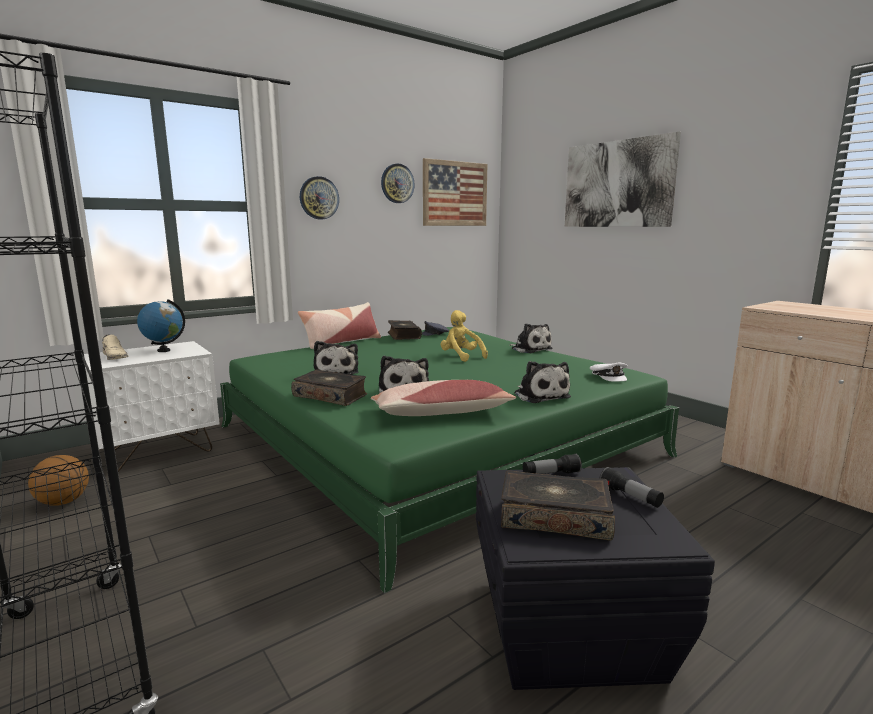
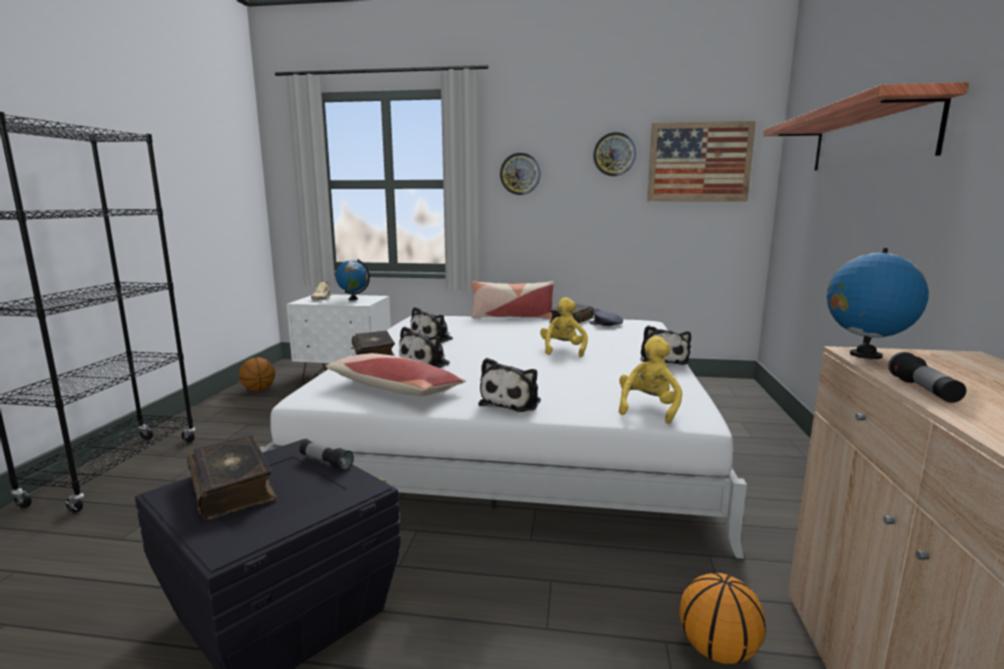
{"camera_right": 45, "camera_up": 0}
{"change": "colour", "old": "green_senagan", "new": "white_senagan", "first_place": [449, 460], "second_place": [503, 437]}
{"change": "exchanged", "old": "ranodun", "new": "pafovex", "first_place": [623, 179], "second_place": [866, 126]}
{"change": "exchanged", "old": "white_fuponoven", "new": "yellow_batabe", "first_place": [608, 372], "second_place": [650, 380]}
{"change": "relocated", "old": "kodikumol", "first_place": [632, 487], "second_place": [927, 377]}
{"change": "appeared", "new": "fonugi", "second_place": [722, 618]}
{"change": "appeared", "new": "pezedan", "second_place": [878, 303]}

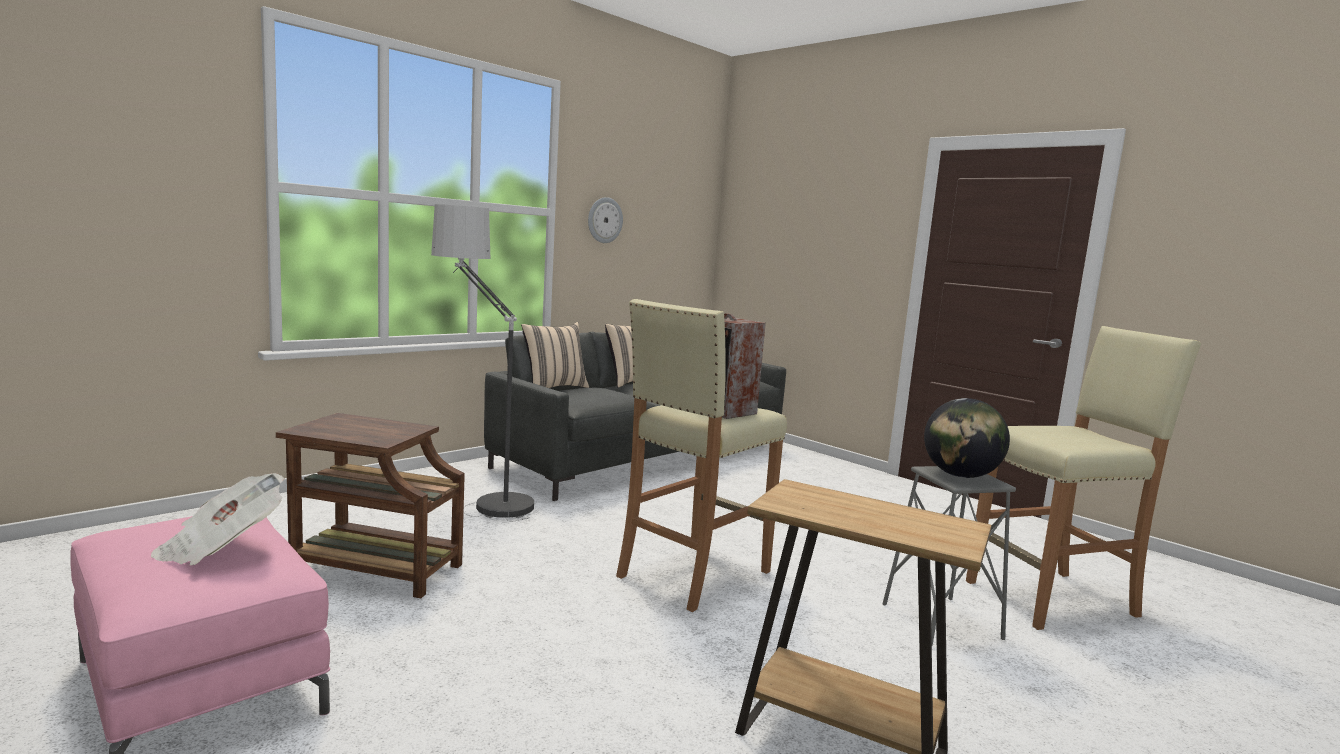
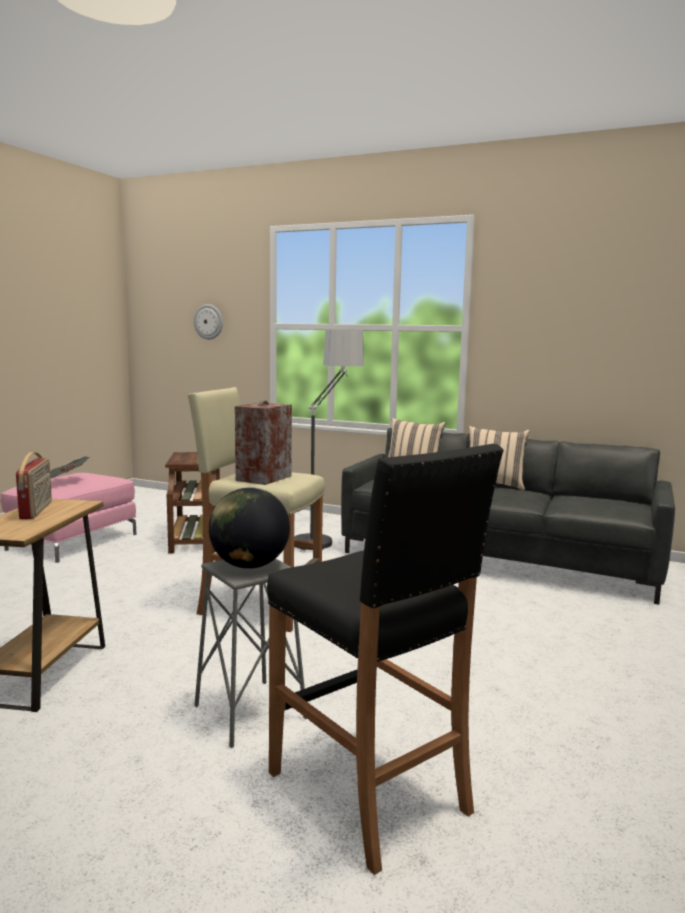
{"camera_right": 70, "camera_up": 0}
{"change": "relocated", "old": "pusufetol", "first_place": [605, 220], "second_place": [208, 322]}
{"change": "colour", "old": "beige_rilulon", "new": "black_rilulon", "first_place": [1083, 478], "second_place": [385, 659]}
{"change": "appeared", "new": "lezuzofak", "second_place": [34, 485]}

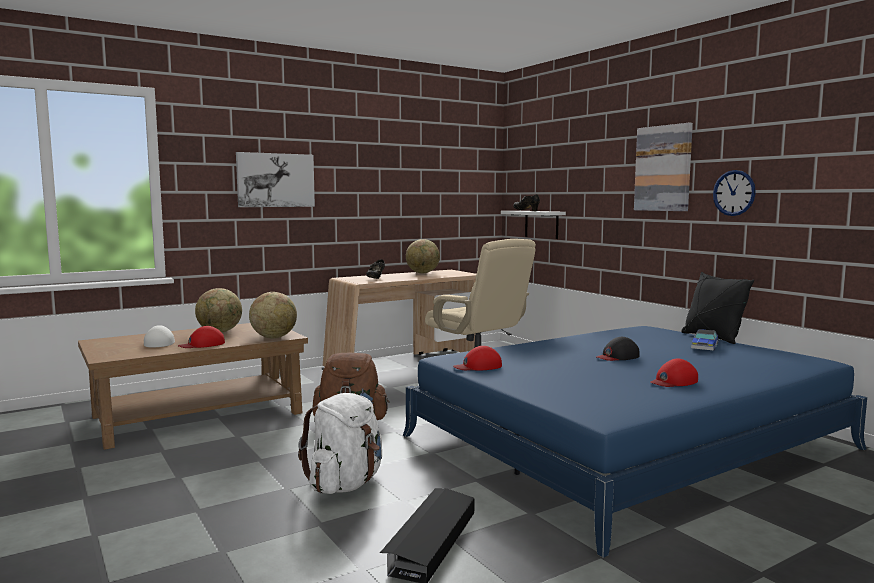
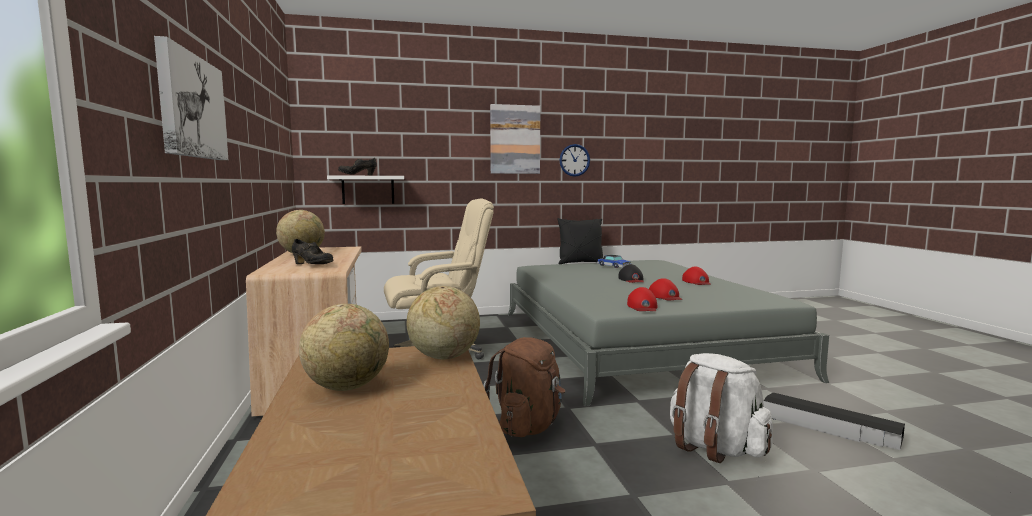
{"camera_right": -70, "camera_up": 0}
{"change": "missing", "old": "white_fuponoven", "first_place": [159, 336]}
{"change": "relocated", "old": "red_fuponoven", "first_place": [201, 337], "second_place": [665, 289]}
{"change": "colour", "old": "blue_senagan", "new": "grey_senagan", "first_place": [635, 442], "second_place": [668, 333]}

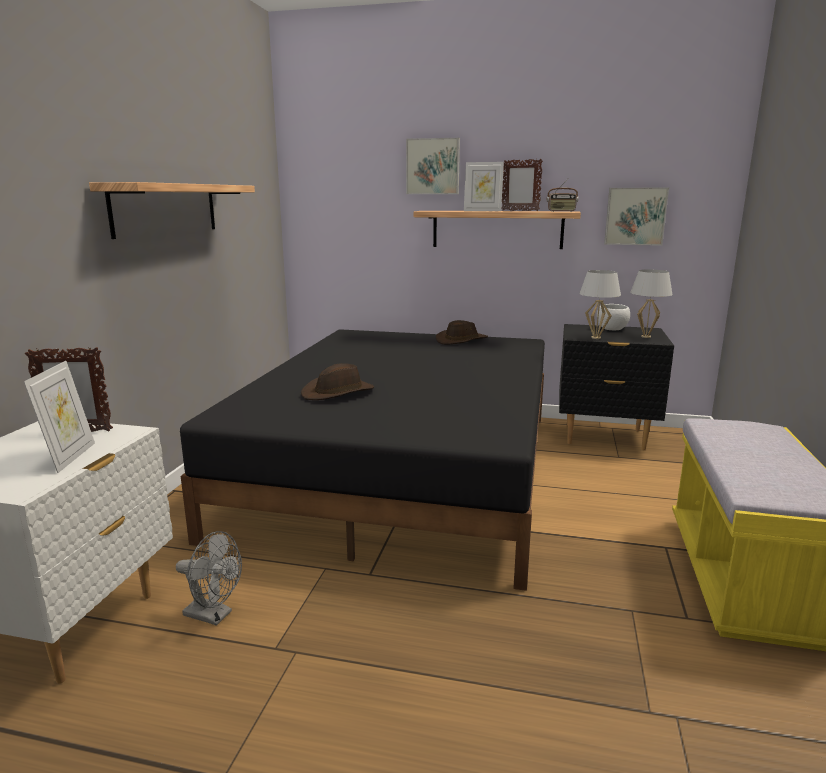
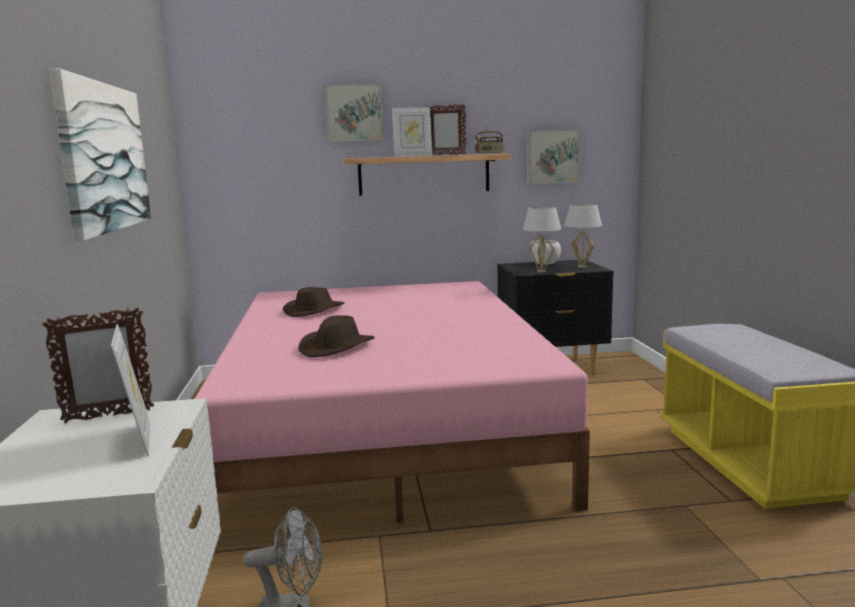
{"camera_right": -20, "camera_up": -5}
{"change": "exchanged", "old": "pafovex", "new": "ranodun", "first_place": [172, 210], "second_place": [100, 154]}
{"change": "colour", "old": "black_senagan", "new": "pink_senagan", "first_place": [362, 460], "second_place": [392, 402]}
{"change": "relocated", "old": "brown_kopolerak", "first_place": [462, 332], "second_place": [314, 302]}

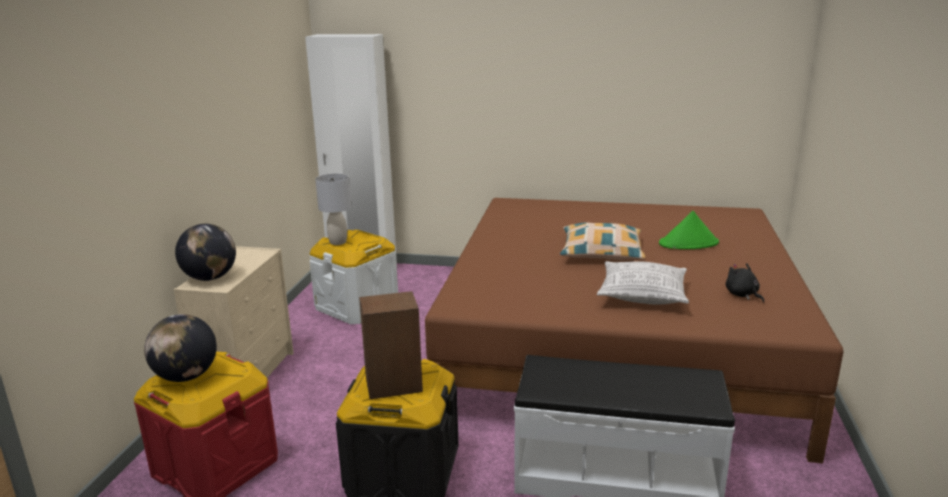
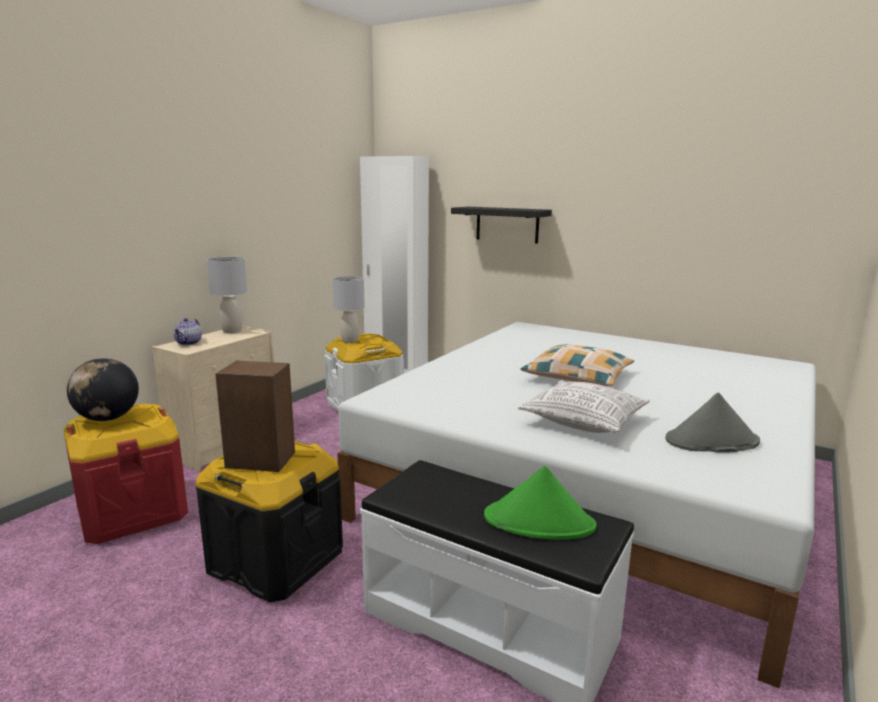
{"camera_right": 20, "camera_up": -5}
{"change": "exchanged", "old": "pezedan", "new": "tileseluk", "first_place": [205, 252], "second_place": [187, 332]}
{"change": "colour", "old": "brown_senagan", "new": "white_senagan", "first_place": [634, 330], "second_place": [576, 505]}
{"change": "relocated", "old": "green_kopolerak", "first_place": [689, 230], "second_place": [540, 503]}
{"change": "exchanged", "old": "black_batabe", "new": "grey_kopolerak", "first_place": [745, 283], "second_place": [712, 423]}
{"change": "appeared", "new": "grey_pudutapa", "second_place": [227, 295]}
{"change": "appeared", "new": "black_pafovex", "second_place": [501, 225]}

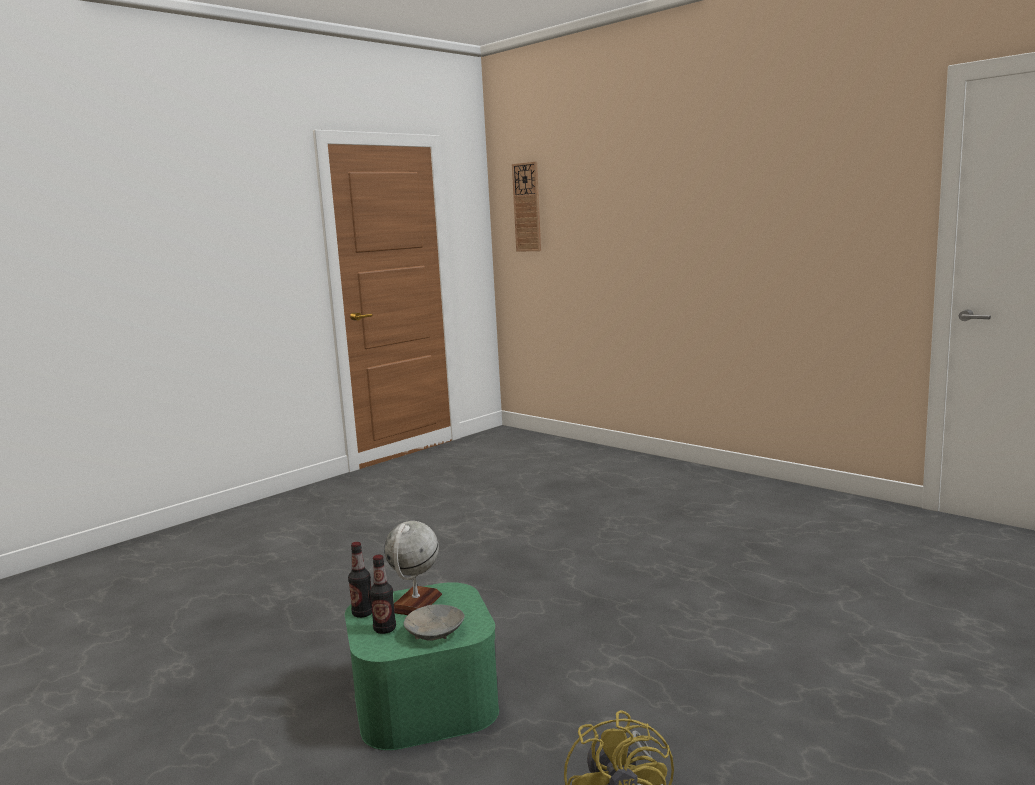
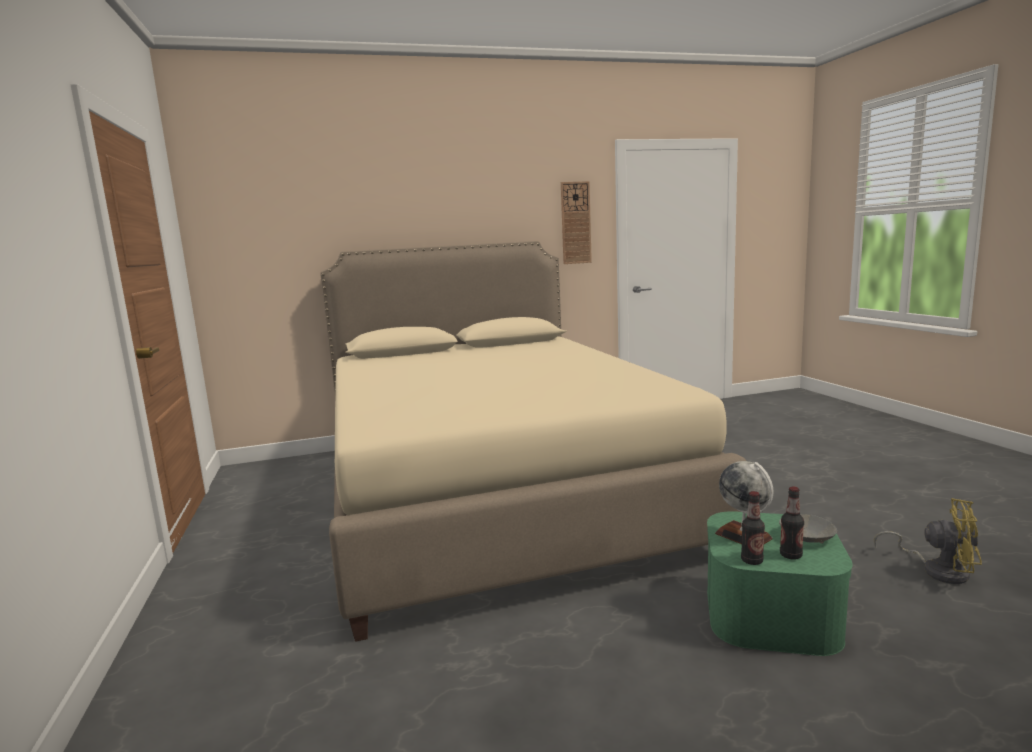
{"camera_right": -60, "camera_up": 0}
{"change": "relocated", "old": "pusufetol", "first_place": [526, 206], "second_place": [576, 222]}
{"change": "appeared", "new": "beige_senagan", "second_place": [533, 441]}

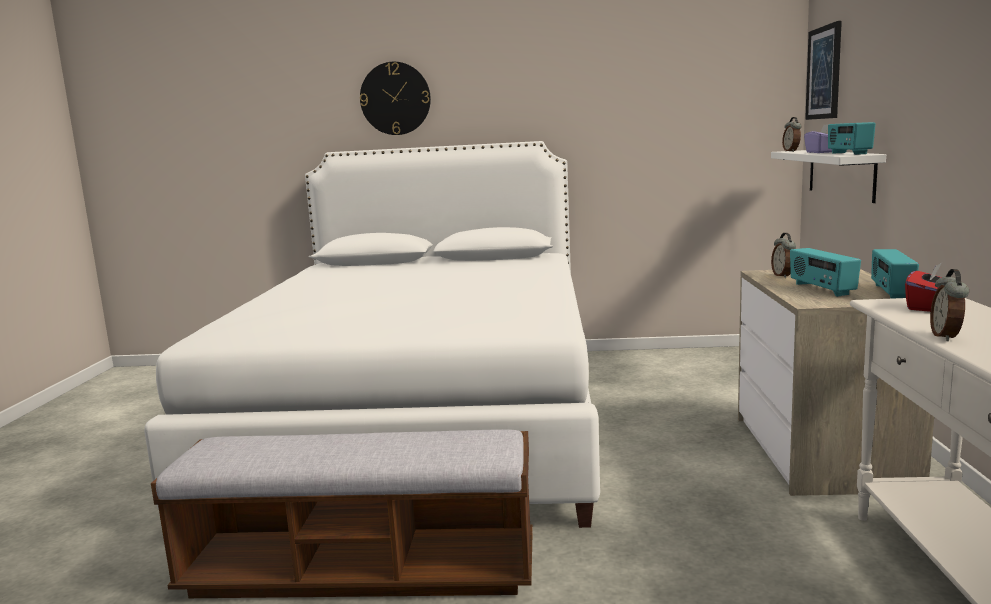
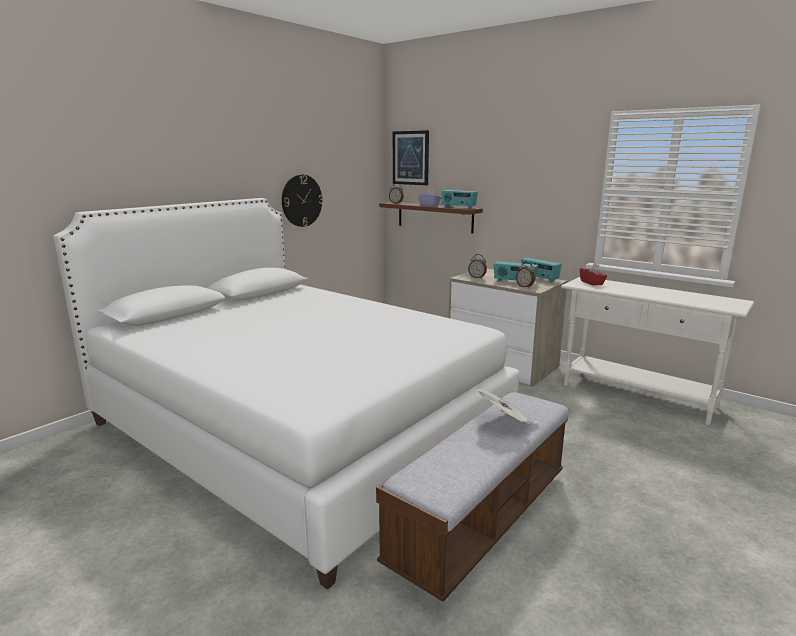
{"camera_right": -55, "camera_up": 5}
{"change": "relocated", "old": "pusufetol", "first_place": [395, 98], "second_place": [302, 200]}
{"change": "colour", "old": "white_pafovex", "new": "brown_pafovex", "first_place": [828, 176], "second_place": [431, 218]}
{"change": "relocated", "old": "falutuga", "first_place": [949, 305], "second_place": [525, 275]}
{"change": "appeared", "new": "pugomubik", "second_place": [507, 406]}

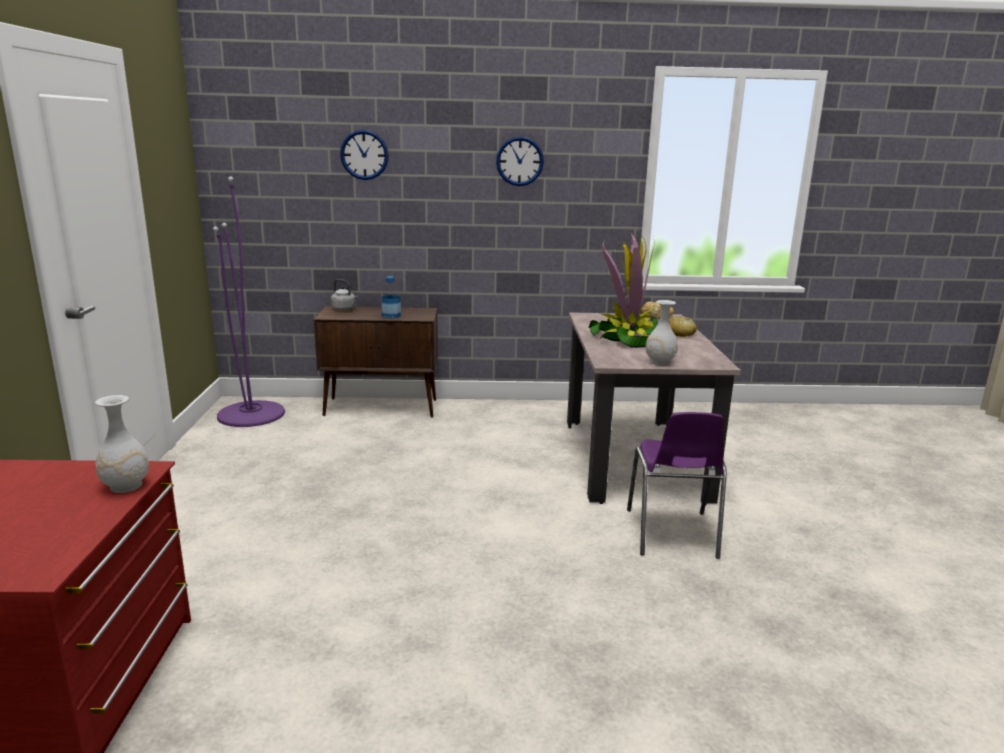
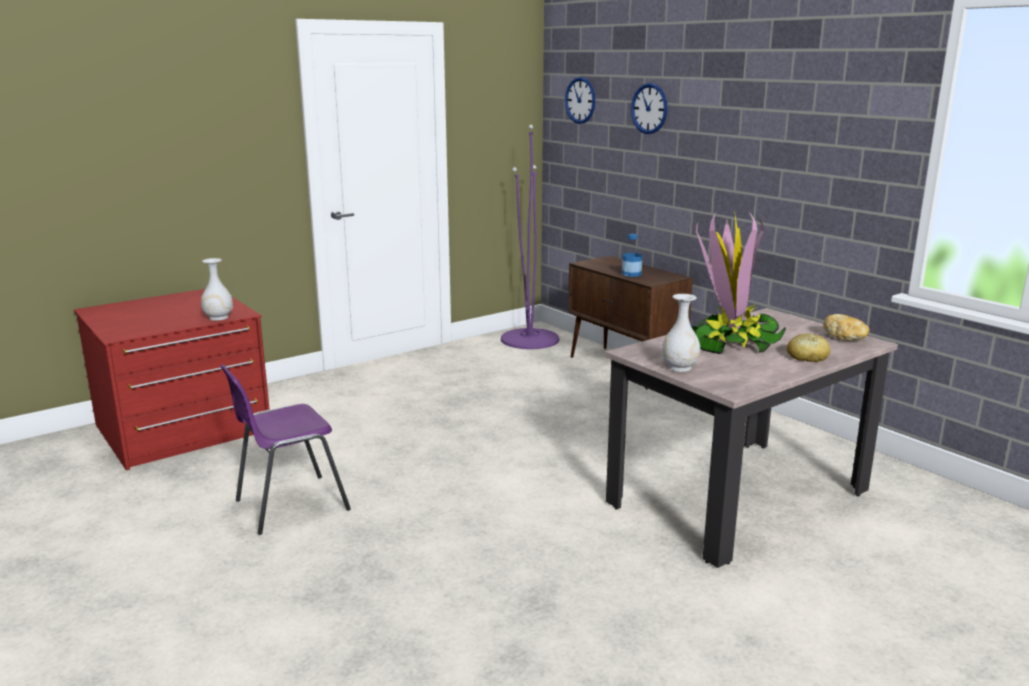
{"camera_right": 55, "camera_up": 0}
{"change": "missing", "old": "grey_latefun", "first_place": [345, 295]}
{"change": "relocated", "old": "pusufetol", "first_place": [520, 161], "second_place": [580, 100]}
{"change": "relocated", "old": "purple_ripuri", "first_place": [677, 485], "second_place": [285, 449]}

